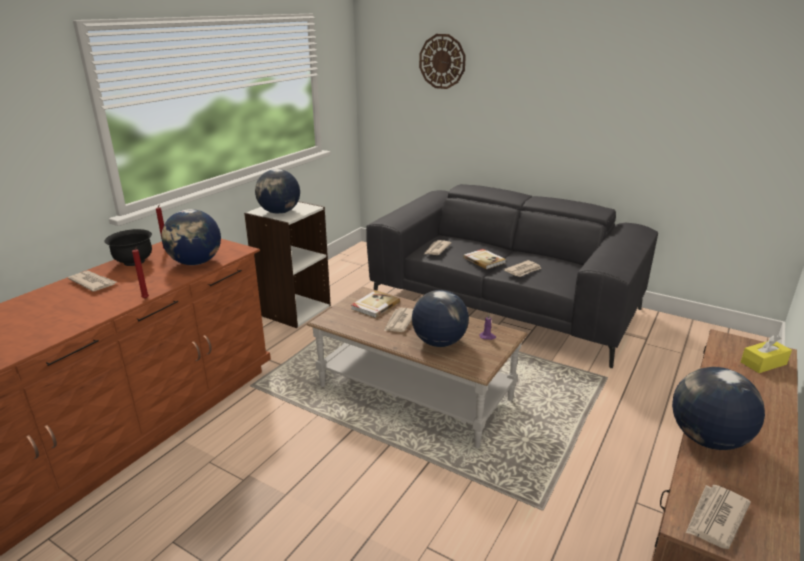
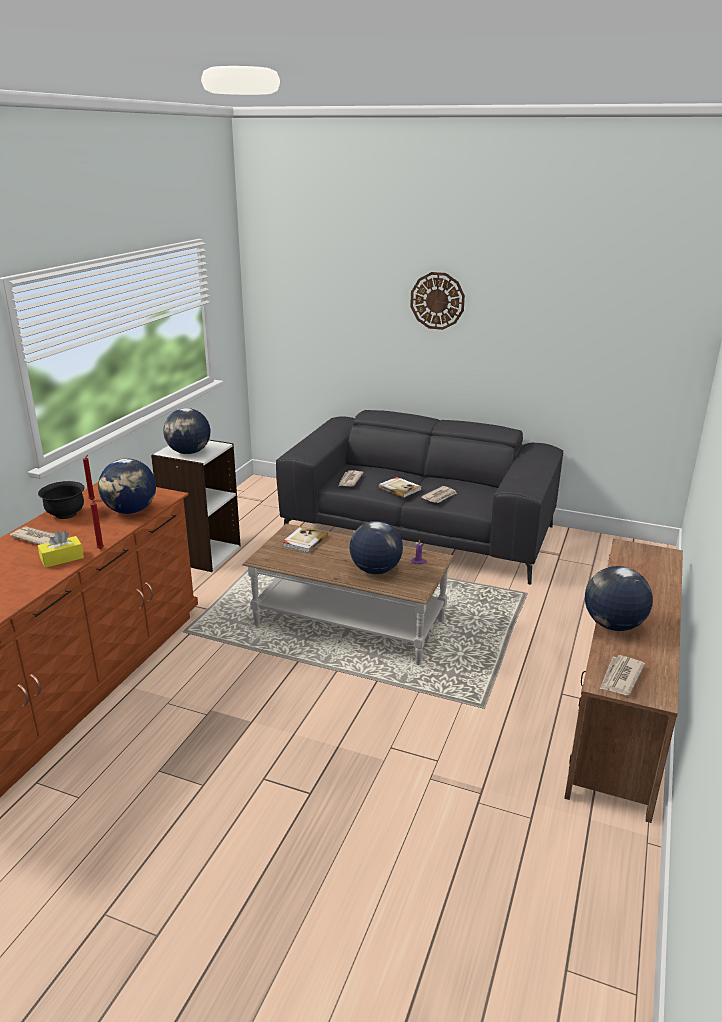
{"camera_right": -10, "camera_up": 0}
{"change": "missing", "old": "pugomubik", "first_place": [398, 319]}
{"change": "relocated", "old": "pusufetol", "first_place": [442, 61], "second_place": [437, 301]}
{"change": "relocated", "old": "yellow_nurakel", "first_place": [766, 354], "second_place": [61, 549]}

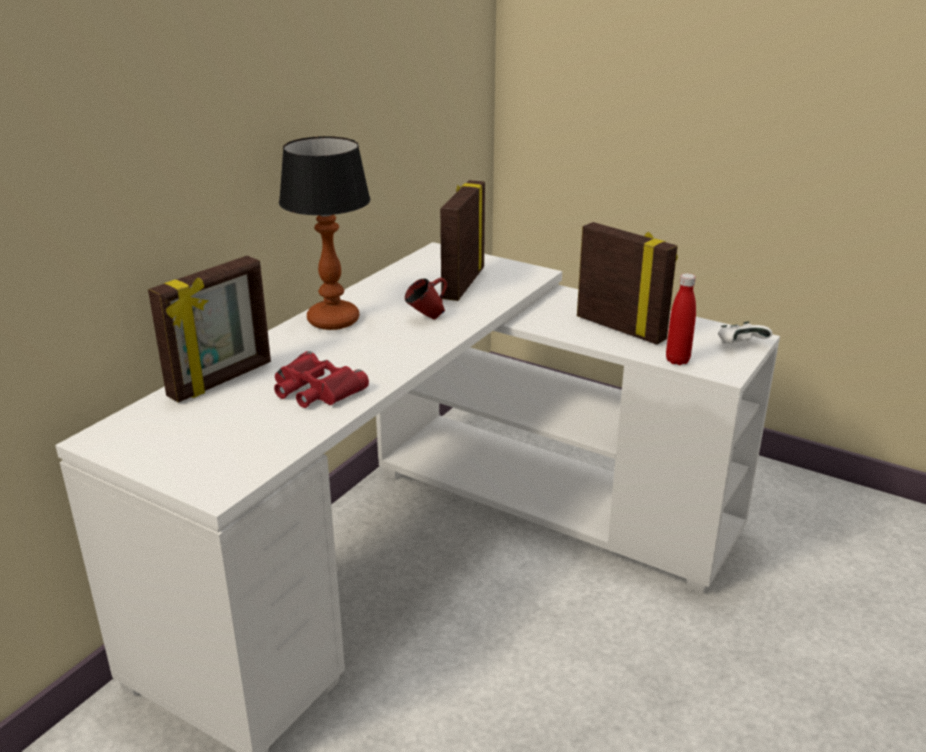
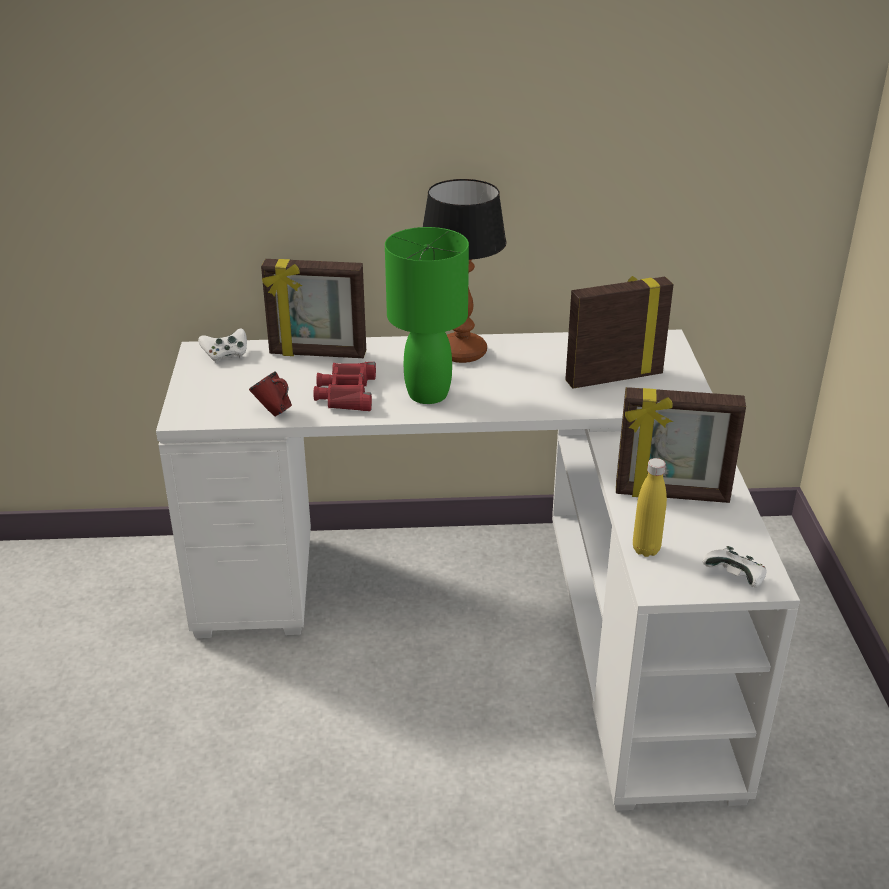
{"camera_right": 55, "camera_up": 5}
{"change": "relocated", "old": "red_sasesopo", "first_place": [426, 299], "second_place": [270, 394]}
{"change": "spun", "old": "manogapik", "first_place": [627, 283], "second_place": [681, 445], "degrees": 90}
{"change": "colour", "old": "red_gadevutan", "new": "yellow_gadevutan", "first_place": [681, 319], "second_place": [650, 507]}
{"change": "appeared", "new": "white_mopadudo", "second_place": [222, 345]}
{"change": "appeared", "new": "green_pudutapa", "second_place": [427, 315]}

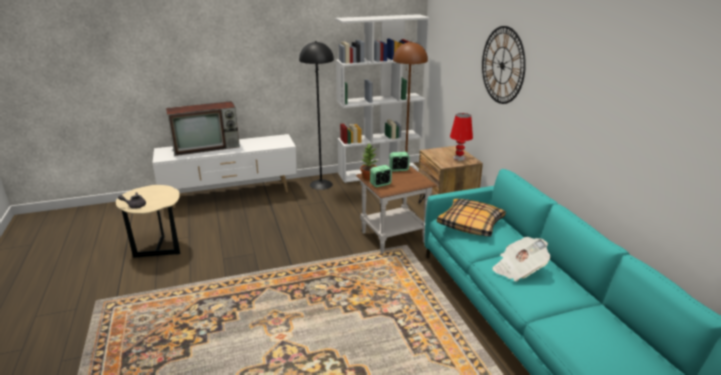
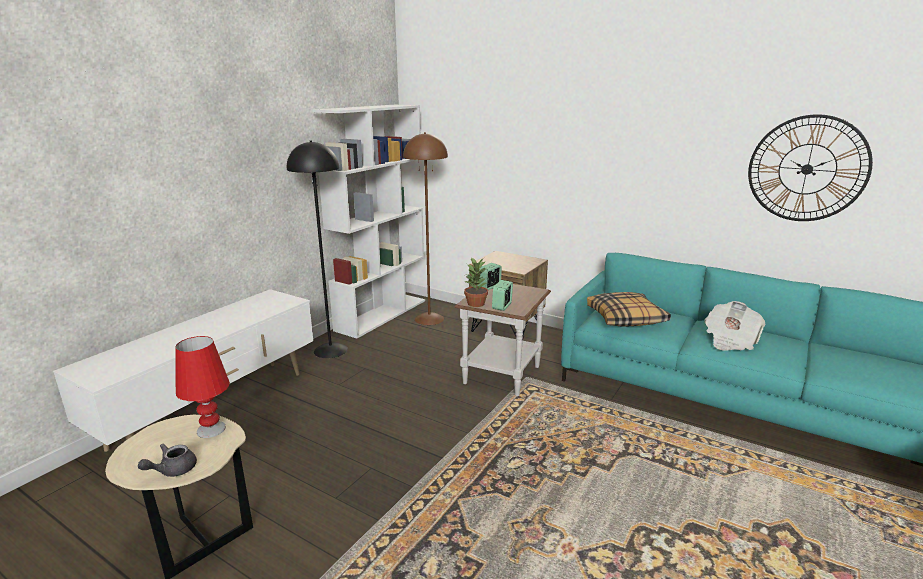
{"camera_right": -40, "camera_up": -5}
{"change": "missing", "old": "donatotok", "first_place": [203, 128]}
{"change": "relocated", "old": "red_pudutapa", "first_place": [461, 137], "second_place": [203, 387]}
{"change": "relocated", "old": "pusufetol", "first_place": [504, 65], "second_place": [810, 167]}

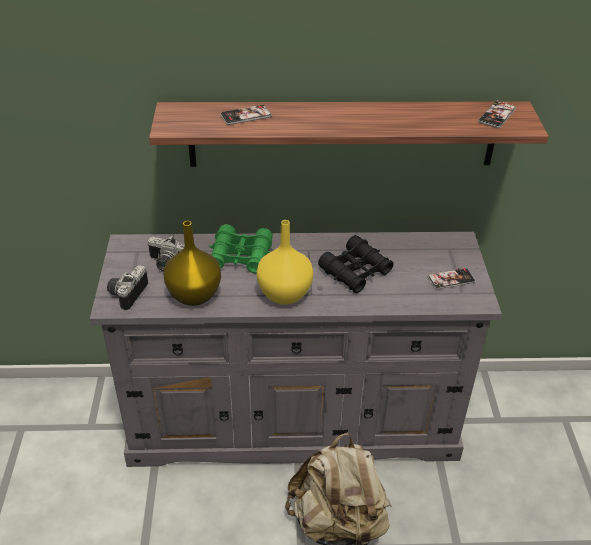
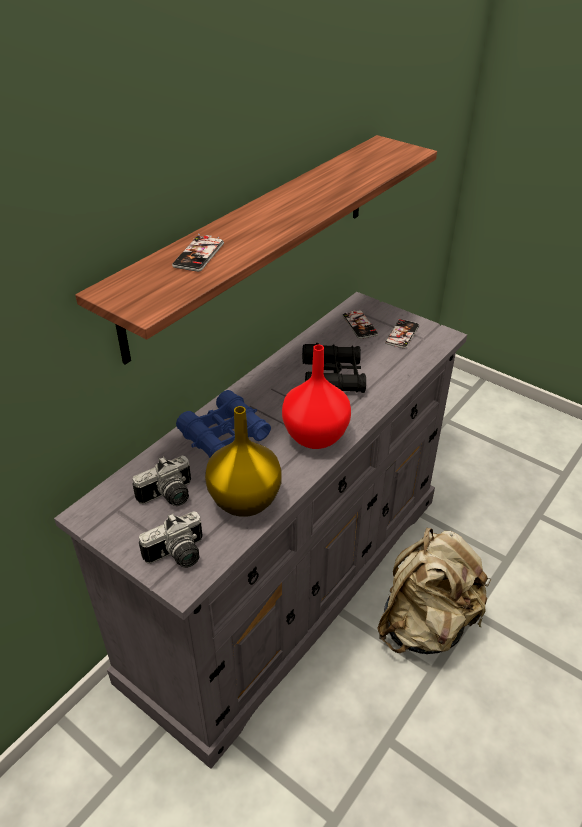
{"camera_right": -50, "camera_up": 0}
{"change": "spun", "old": "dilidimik", "first_place": [127, 288], "second_place": [171, 539], "degrees": -90}
{"change": "colour", "old": "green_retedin", "new": "blue_retedin", "first_place": [241, 249], "second_place": [223, 424]}
{"change": "colour", "old": "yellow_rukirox", "new": "red_rukirox", "first_place": [285, 262], "second_place": [316, 397]}
{"change": "relocated", "old": "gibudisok", "first_place": [497, 114], "second_place": [360, 324]}

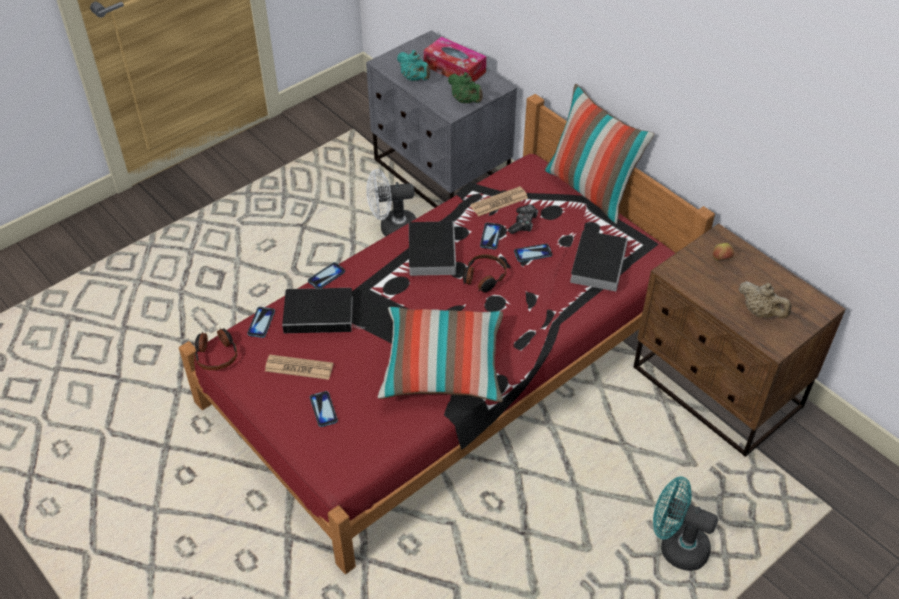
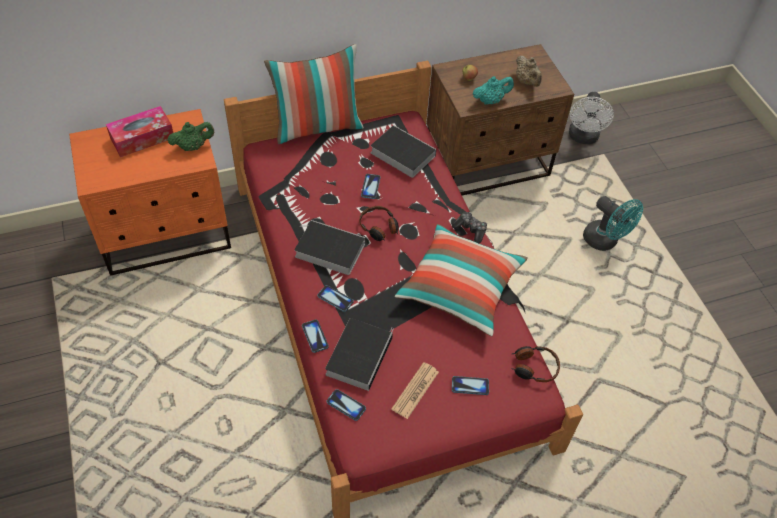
{"camera_right": -70, "camera_up": 5}
{"change": "relocated", "old": "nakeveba", "first_place": [215, 349], "second_place": [535, 364]}
{"change": "colour", "old": "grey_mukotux", "new": "orange_mukotux", "first_place": [441, 119], "second_place": [150, 192]}
{"change": "relocated", "old": "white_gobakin", "first_place": [391, 202], "second_place": [591, 118]}
{"change": "relocated", "old": "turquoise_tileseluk", "first_place": [413, 65], "second_place": [493, 90]}
{"change": "missing", "old": "pugomubik", "first_place": [499, 201]}
{"change": "relocated", "old": "gibudisok", "first_place": [491, 235], "second_place": [335, 298]}
{"change": "relocated", "old": "mopadudo", "first_place": [523, 219], "second_place": [469, 227]}
{"change": "spun", "old": "turquoise_gobakin", "first_place": [685, 523], "second_place": [613, 223], "degrees": -90}
{"change": "spun", "old": "beige_tileseluk", "first_place": [765, 299], "second_place": [529, 71], "degrees": 90}

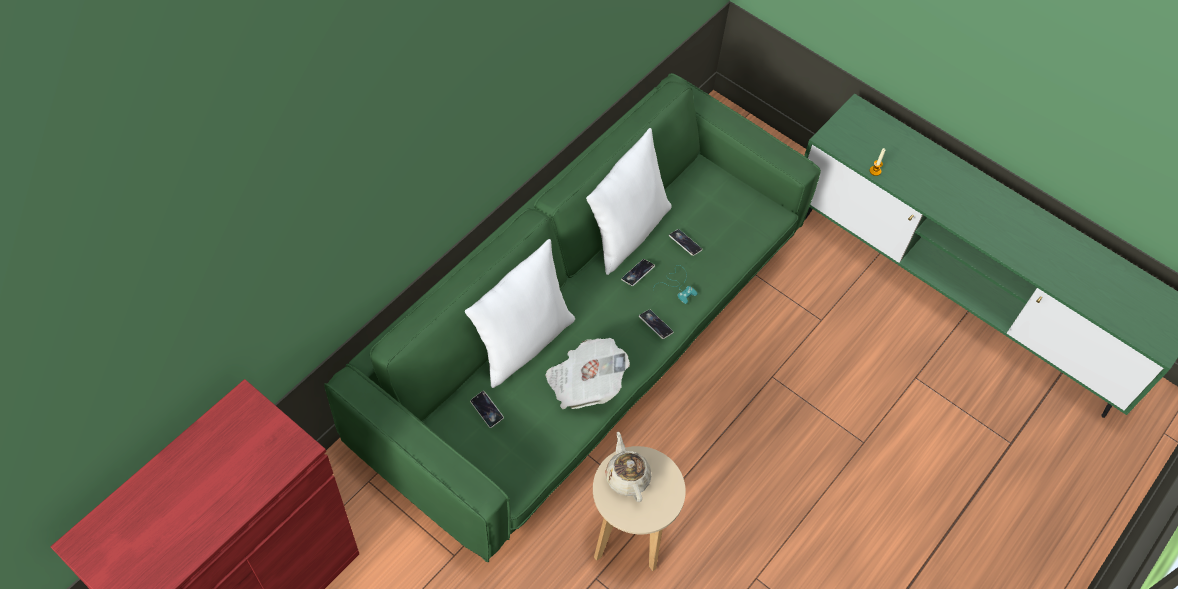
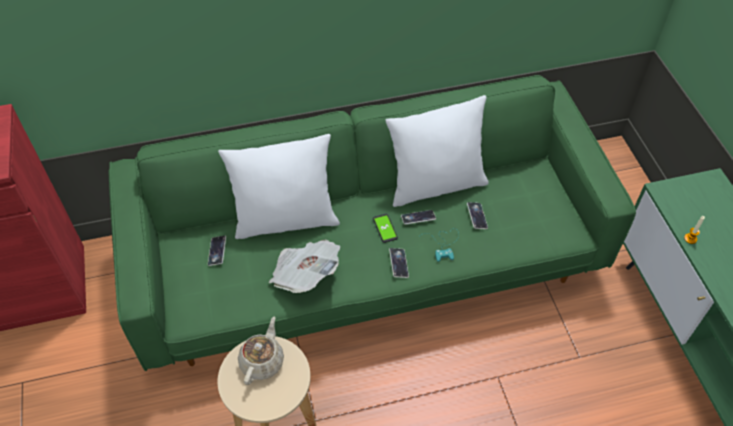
{"camera_right": 40, "camera_up": -5}
{"change": "appeared", "new": "gibudisok", "second_place": [385, 228]}

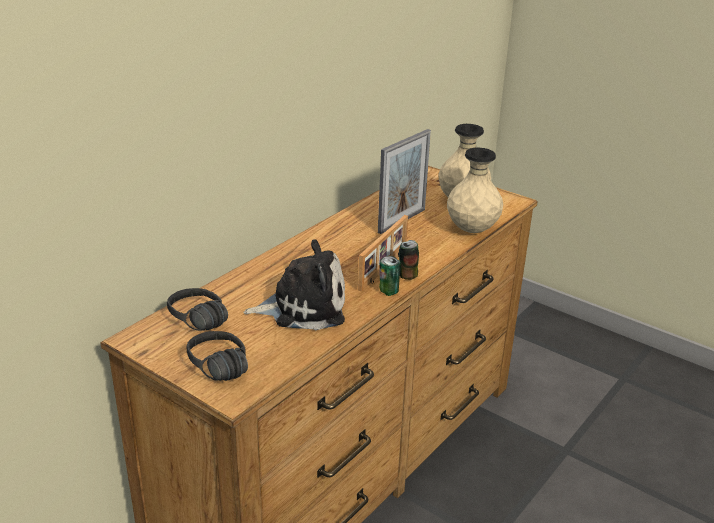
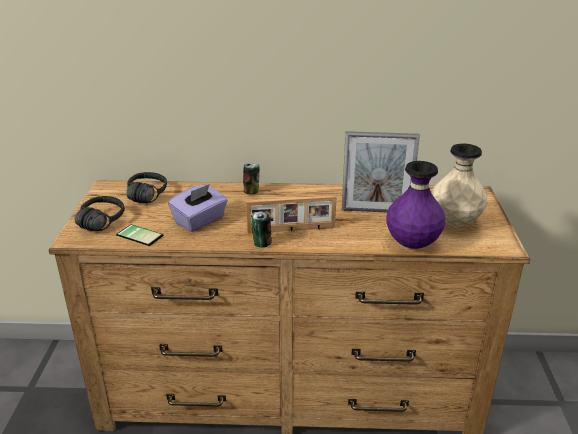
{"camera_right": 55, "camera_up": 0}
{"change": "exchanged", "old": "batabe", "new": "purple_nurakel", "first_place": [294, 284], "second_place": [198, 208]}
{"change": "relocated", "old": "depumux", "first_place": [409, 260], "second_place": [251, 178]}
{"change": "colour", "old": "beige_rukirox", "new": "purple_rukirox", "first_place": [475, 190], "second_place": [415, 205]}
{"change": "appeared", "new": "gibudisok", "second_place": [140, 235]}

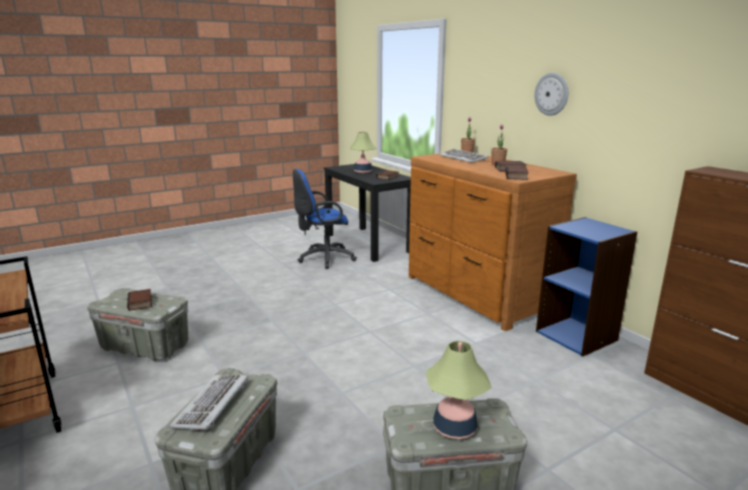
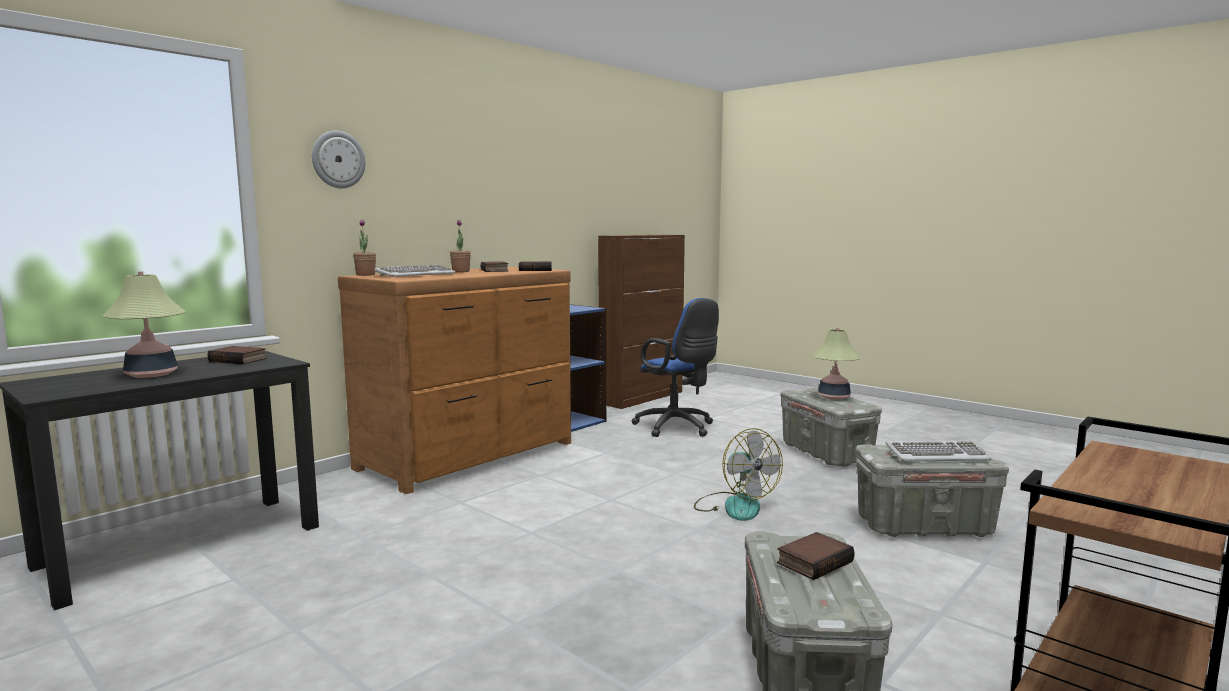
{"camera_right": -105, "camera_up": -10}
{"change": "relocated", "old": "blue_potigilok", "first_place": [325, 219], "second_place": [675, 367]}
{"change": "relocated", "old": "pusufetol", "first_place": [551, 94], "second_place": [338, 159]}
{"change": "appeared", "new": "gobakin", "second_place": [738, 474]}

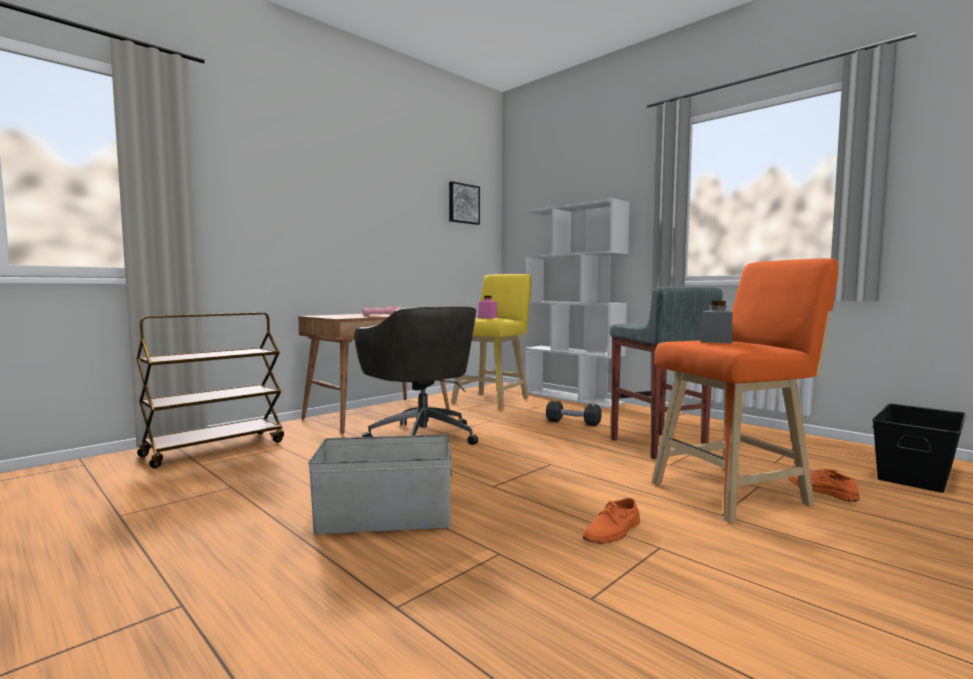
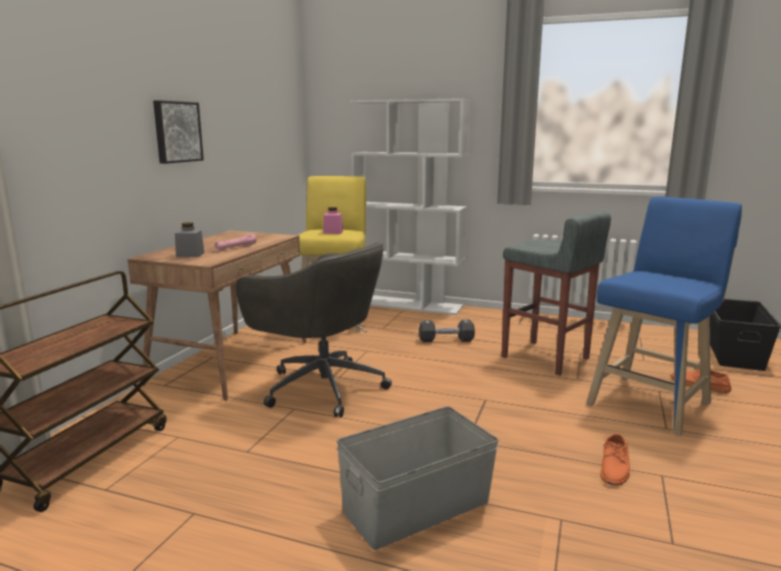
{"camera_right": -25, "camera_up": 10}
{"change": "relocated", "old": "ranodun", "first_place": [464, 203], "second_place": [178, 132]}
{"change": "colour", "old": "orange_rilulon", "new": "blue_rilulon", "first_place": [745, 390], "second_place": [664, 316]}
{"change": "relocated", "old": "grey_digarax", "first_place": [716, 322], "second_place": [189, 239]}

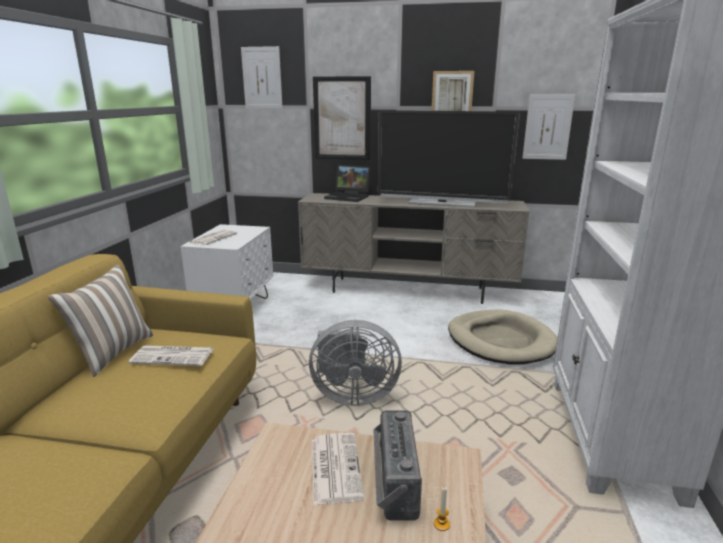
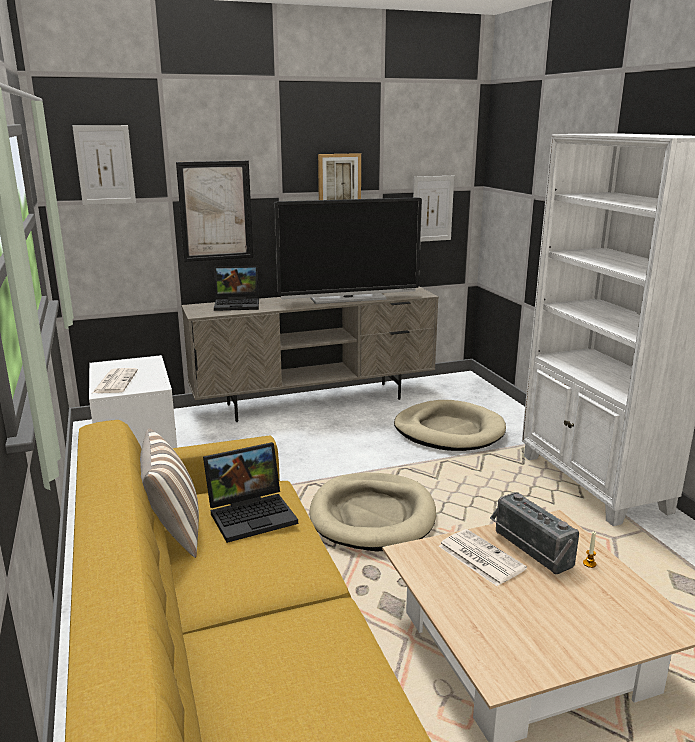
{"camera_right": -30, "camera_up": 0}
{"change": "exchanged", "old": "pugomubik", "new": "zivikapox", "first_place": [171, 355], "second_place": [250, 492]}
{"change": "exchanged", "old": "grey_gobakin", "new": "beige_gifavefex", "first_place": [355, 363], "second_place": [372, 512]}

